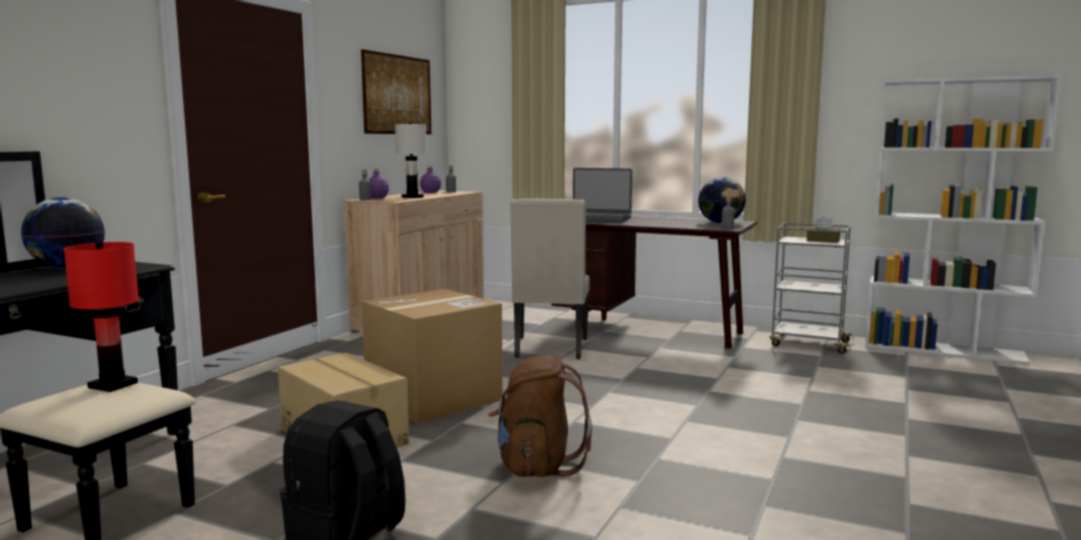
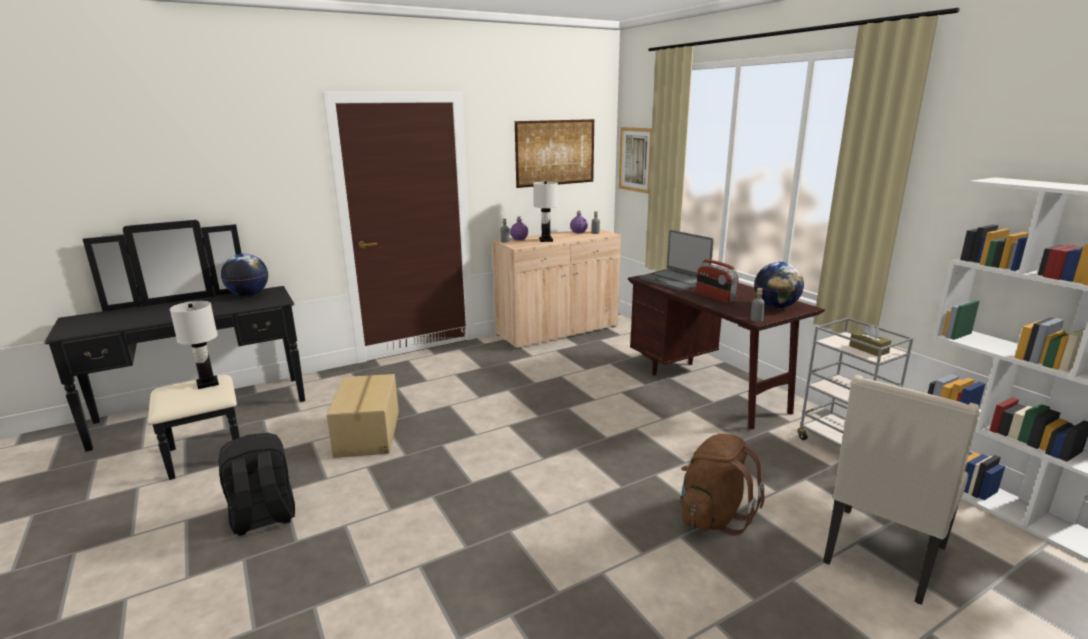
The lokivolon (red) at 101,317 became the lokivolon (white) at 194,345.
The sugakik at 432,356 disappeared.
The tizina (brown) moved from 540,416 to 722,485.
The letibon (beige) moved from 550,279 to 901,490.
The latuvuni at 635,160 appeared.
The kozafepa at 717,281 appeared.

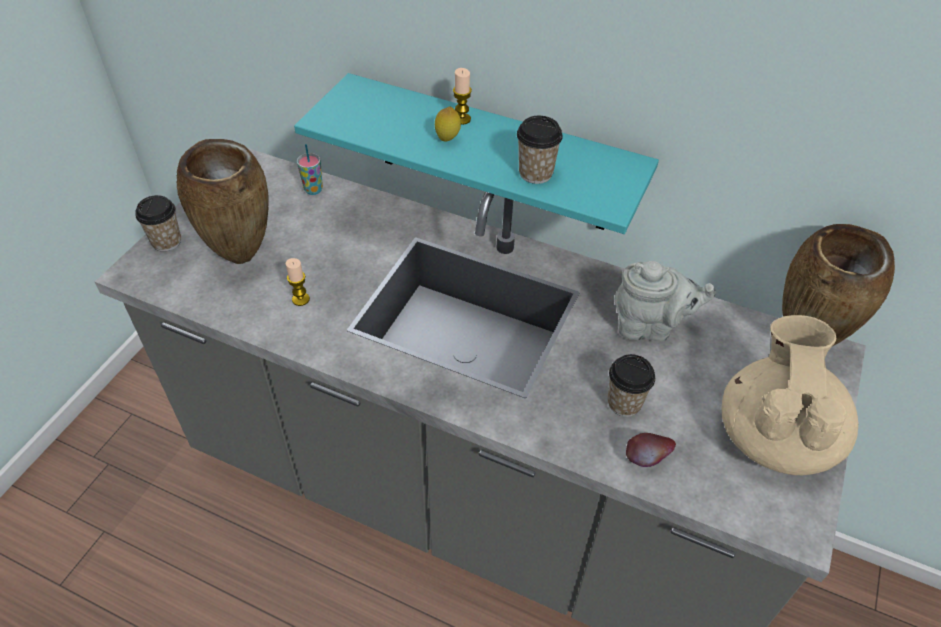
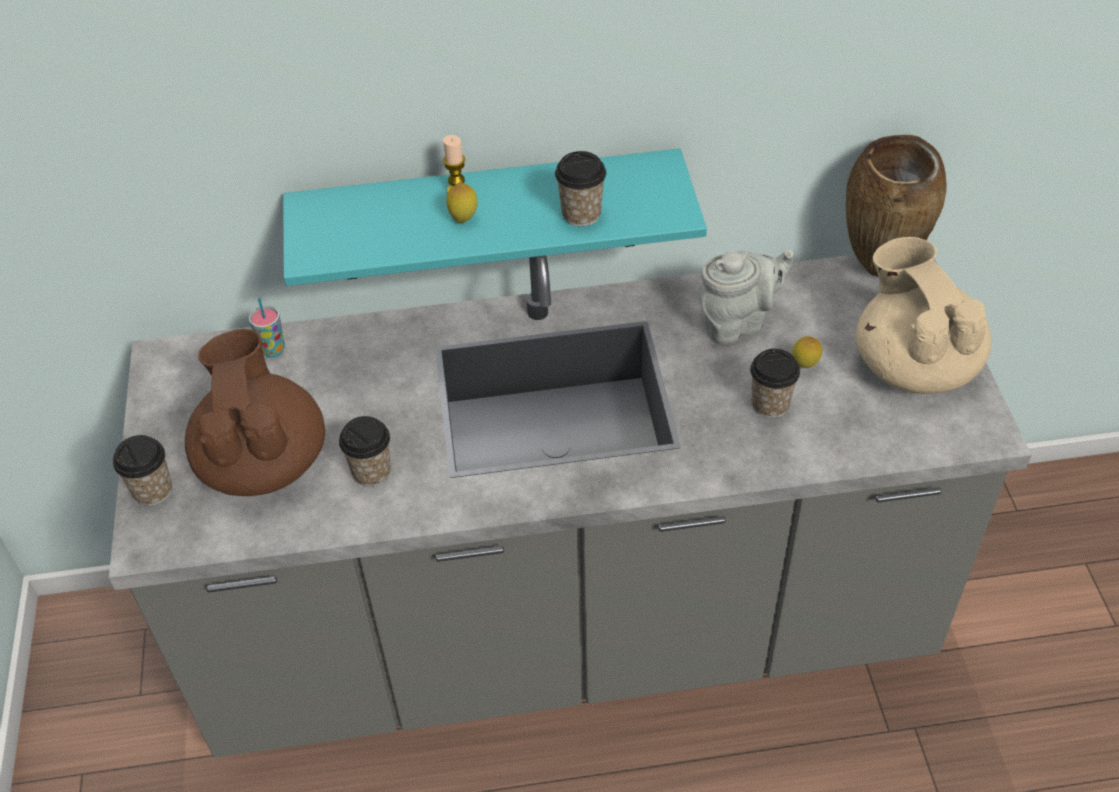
The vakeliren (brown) at 222,201 was replaced by the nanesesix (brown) at 255,412.
The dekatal at 298,282 was replaced by the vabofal at 365,451.
The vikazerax at 651,450 disappeared.
The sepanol at 807,352 appeared.

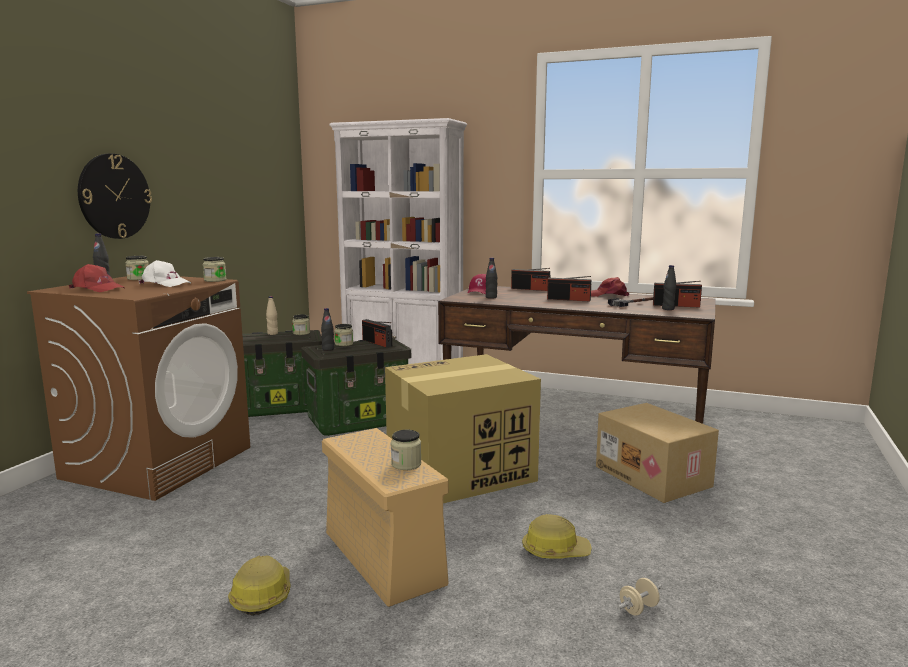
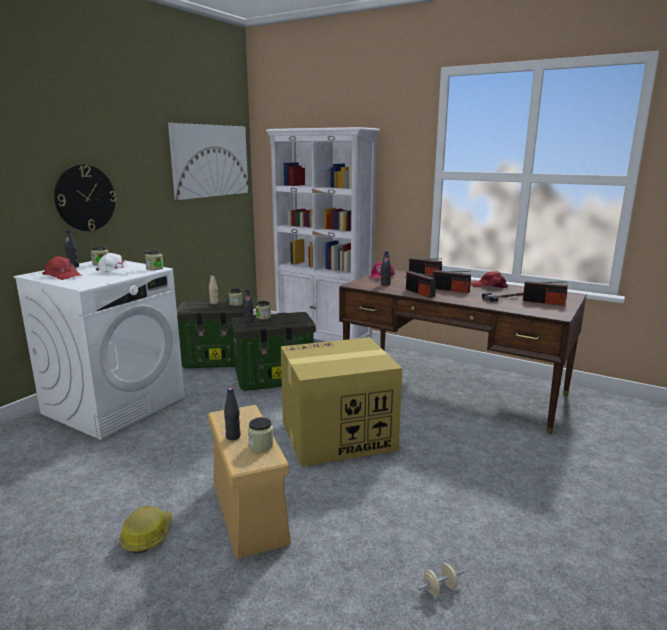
The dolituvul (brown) at 138,388 became the dolituvul (white) at 99,350.
The kozafepa moved from 377,333 to 421,284.
The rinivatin at 557,536 disappeared.
The sugakik at 657,453 disappeared.
The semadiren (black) moved from 669,287 to 232,414.
The latuvuni at 208,161 appeared.

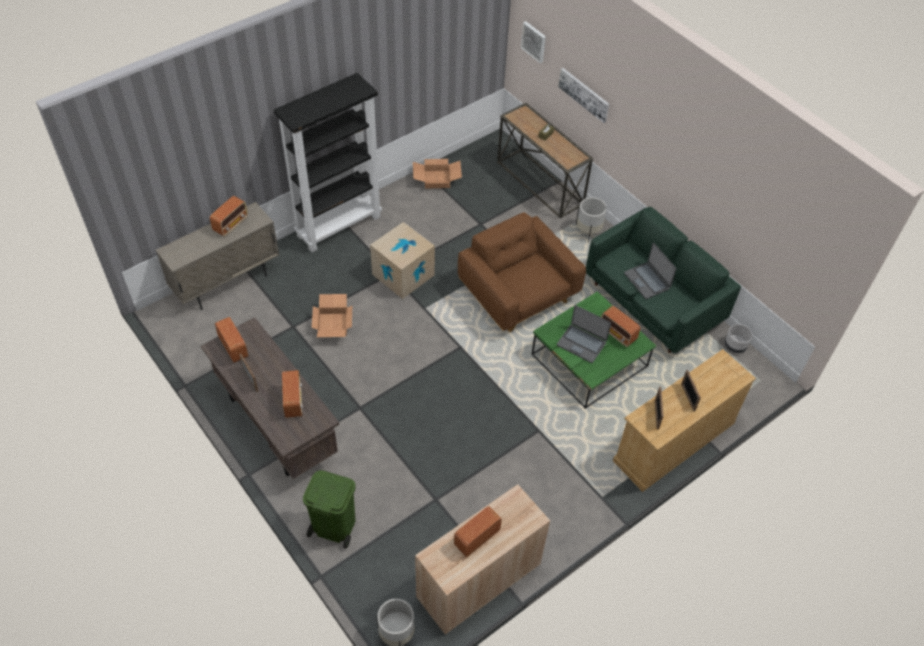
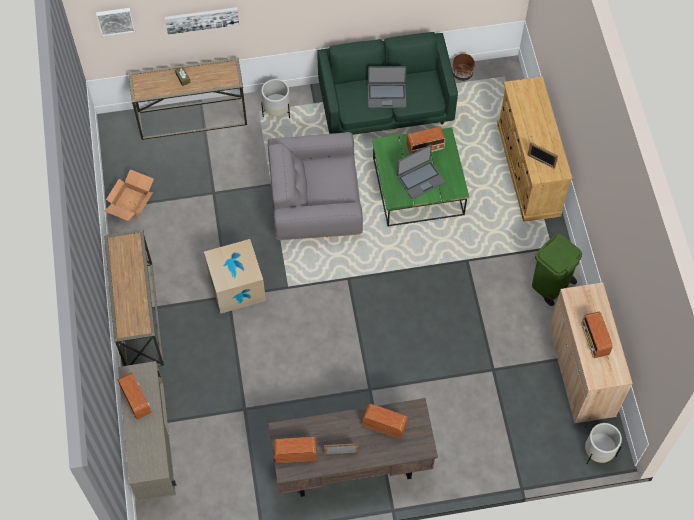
The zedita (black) at 328,162 was replaced by the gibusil at 134,297.
The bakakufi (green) moved from 329,509 to 557,270.
The sugakik at 332,315 disappeared.
The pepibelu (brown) at 522,272 became the pepibelu (grey) at 315,186.
The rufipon at 691,390 disappeared.
The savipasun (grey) at 738,338 became the savipasun (brown) at 463,67.

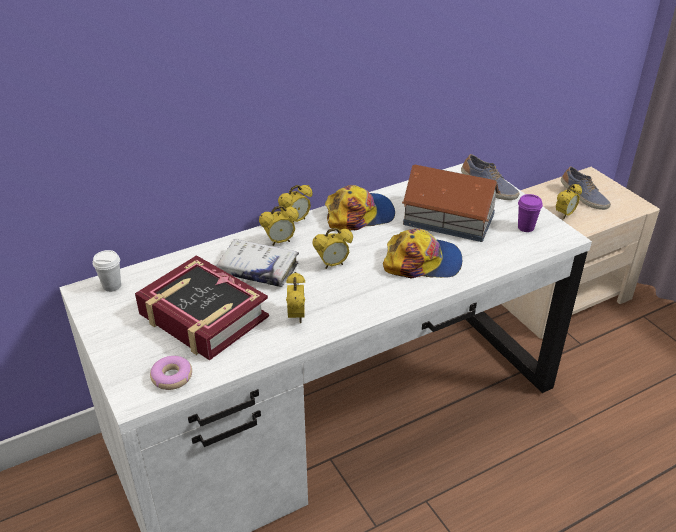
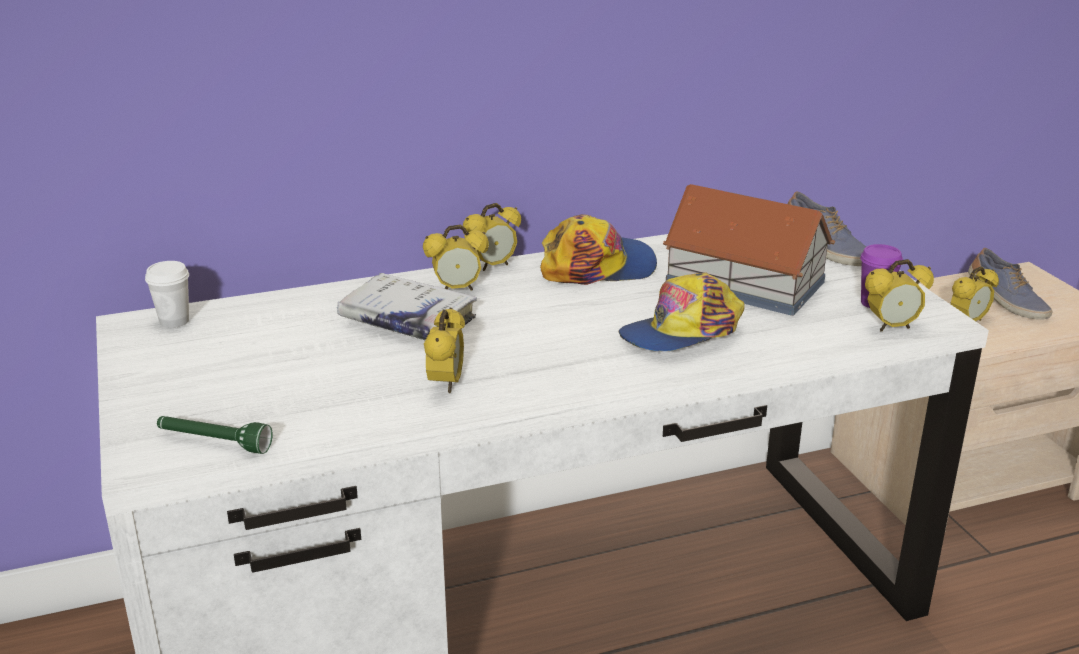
The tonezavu at 202,307 disappeared.
The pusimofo at 171,373 was replaced by the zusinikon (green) at 215,435.
The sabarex moved from 332,248 to 899,295.
The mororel at 422,253 turned 135 degrees clockwise.

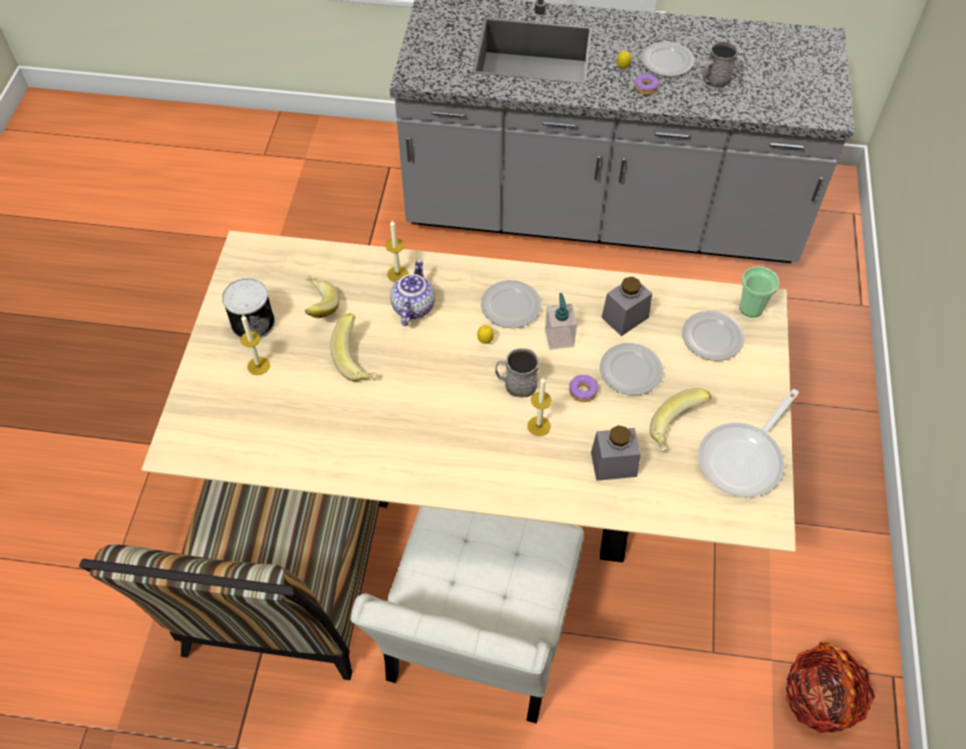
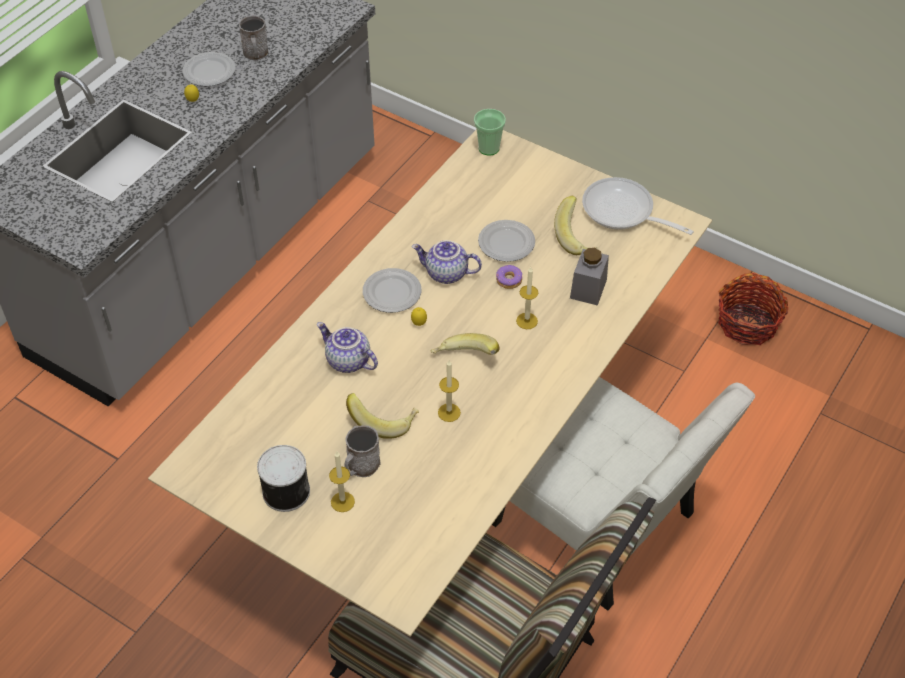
The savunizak moved from 322,296 to 465,344.
The dekatal moved from 397,251 to 449,391.
The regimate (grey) moved from 517,372 to 362,451.
The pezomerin at 561,321 was replaced by the nanesesix at 447,262.
The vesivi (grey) at 626,306 disappeared.
The pusimofo at 646,84 disappeared.
The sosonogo at 713,336 disappeared.
The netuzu at 748,443 turned 150 degrees clockwise.

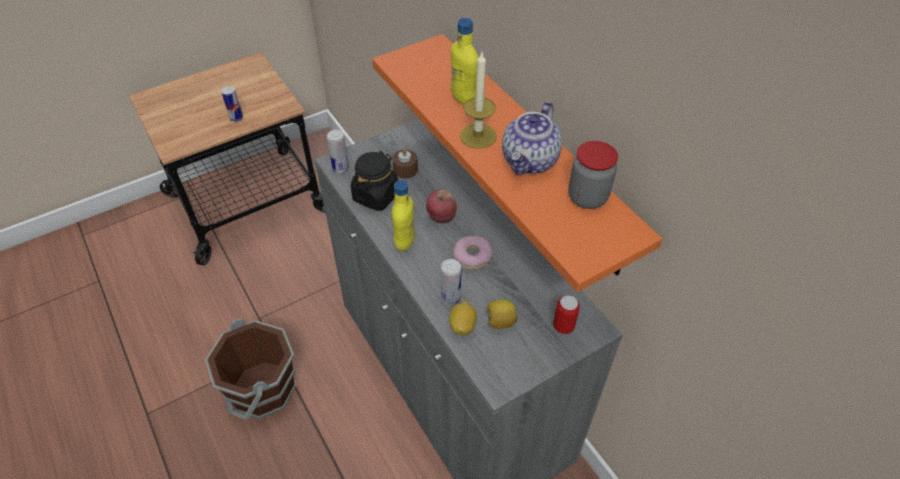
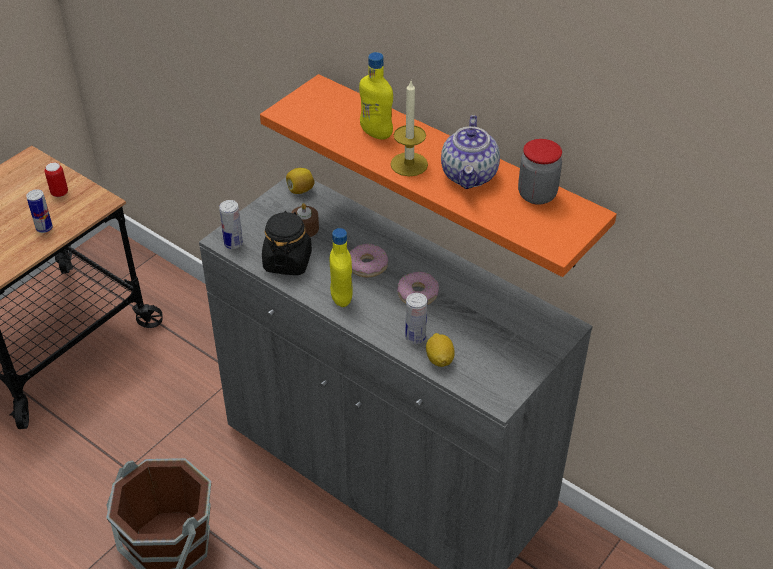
The vikazerax at 441,206 was replaced by the pusimofo at 368,260.
The sepanol moved from 502,314 to 300,181.
The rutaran moved from 566,314 to 56,180.

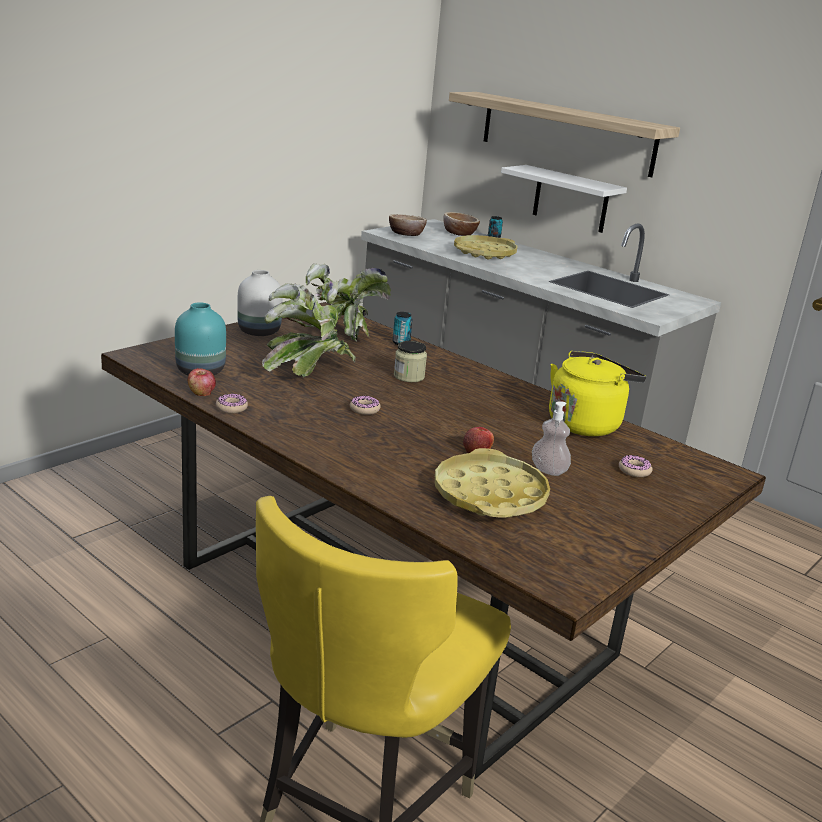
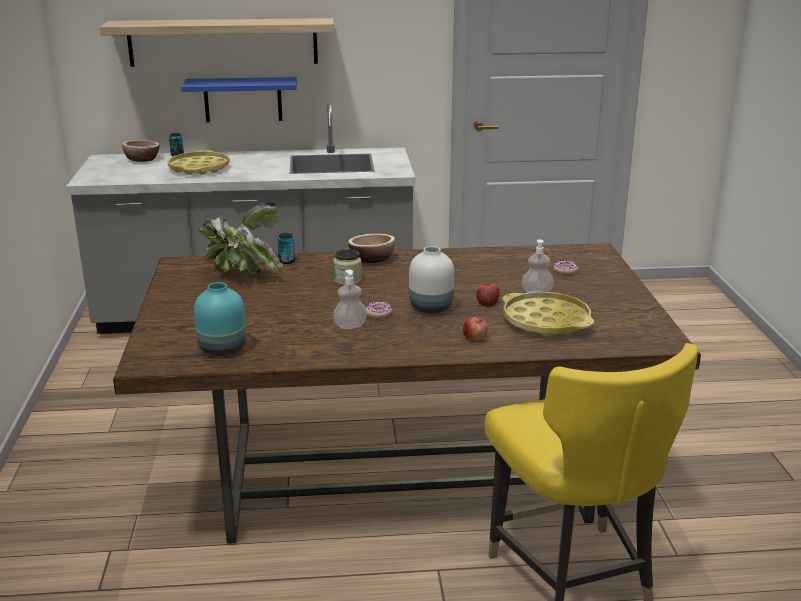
The vikazerax moved from 202,382 to 475,329.
The pusimofo at 232,403 disappeared.
The vakeliren (white) moved from 260,303 to 431,279.
The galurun at 309,330 disappeared.
The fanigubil moved from 408,225 to 371,248.
The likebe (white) at 564,199 became the likebe (blue) at 239,99.
The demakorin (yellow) at 597,393 disappeared.
The pezomerin at 350,299 appeared.

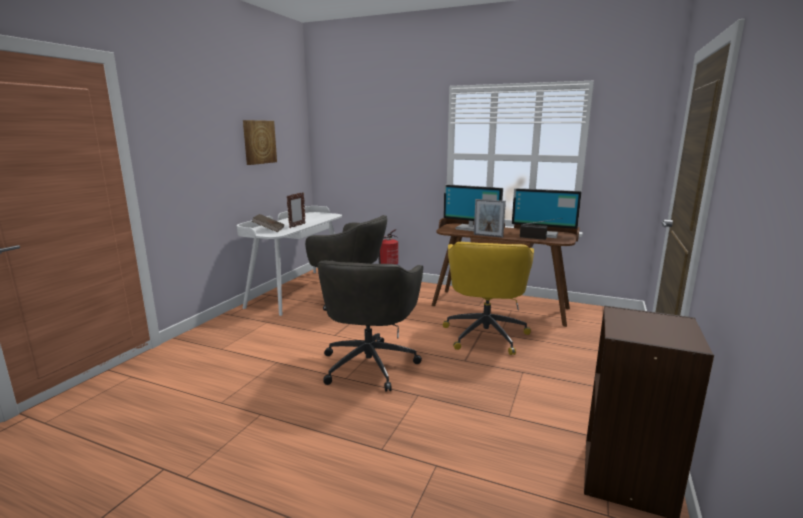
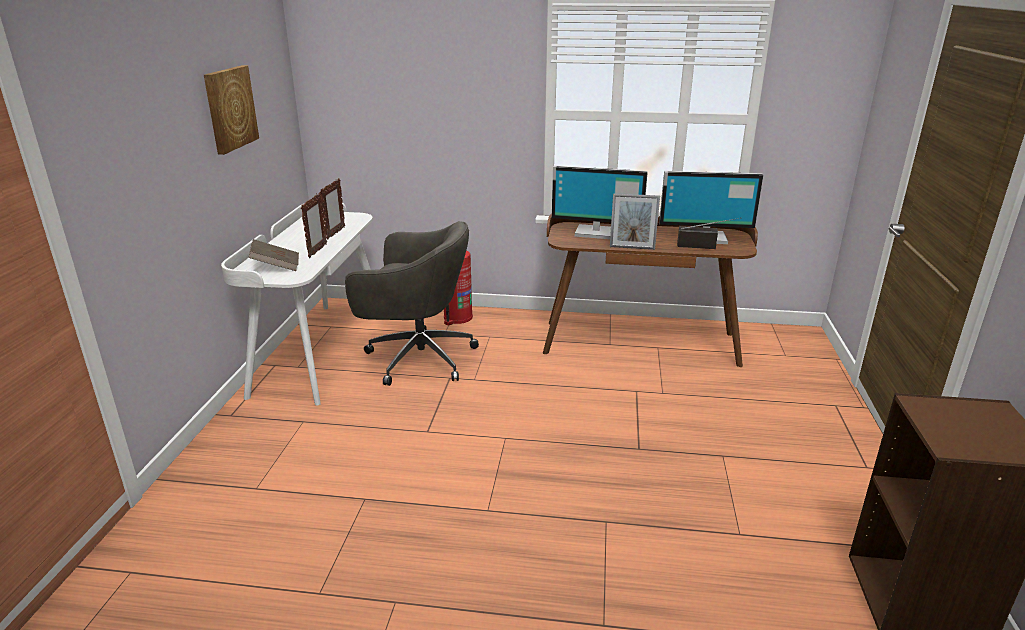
The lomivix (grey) at 370,326 disappeared.
The lomivix (yellow) at 488,298 disappeared.
The rufipon at 332,209 appeared.

